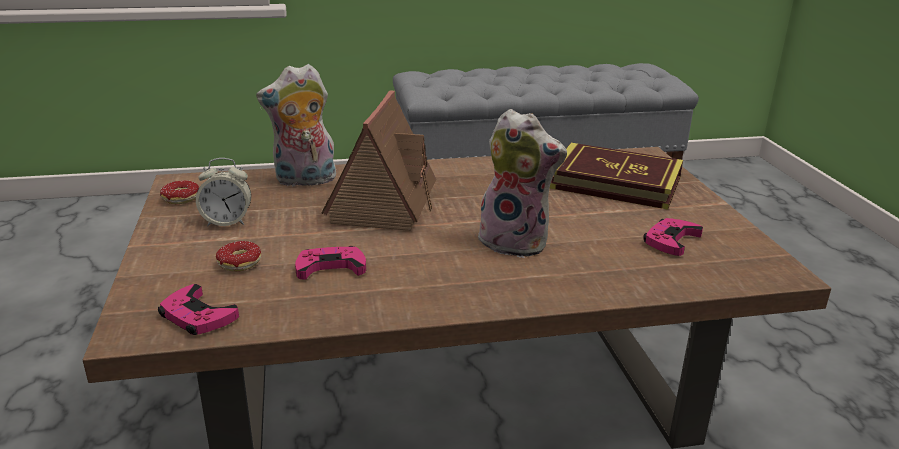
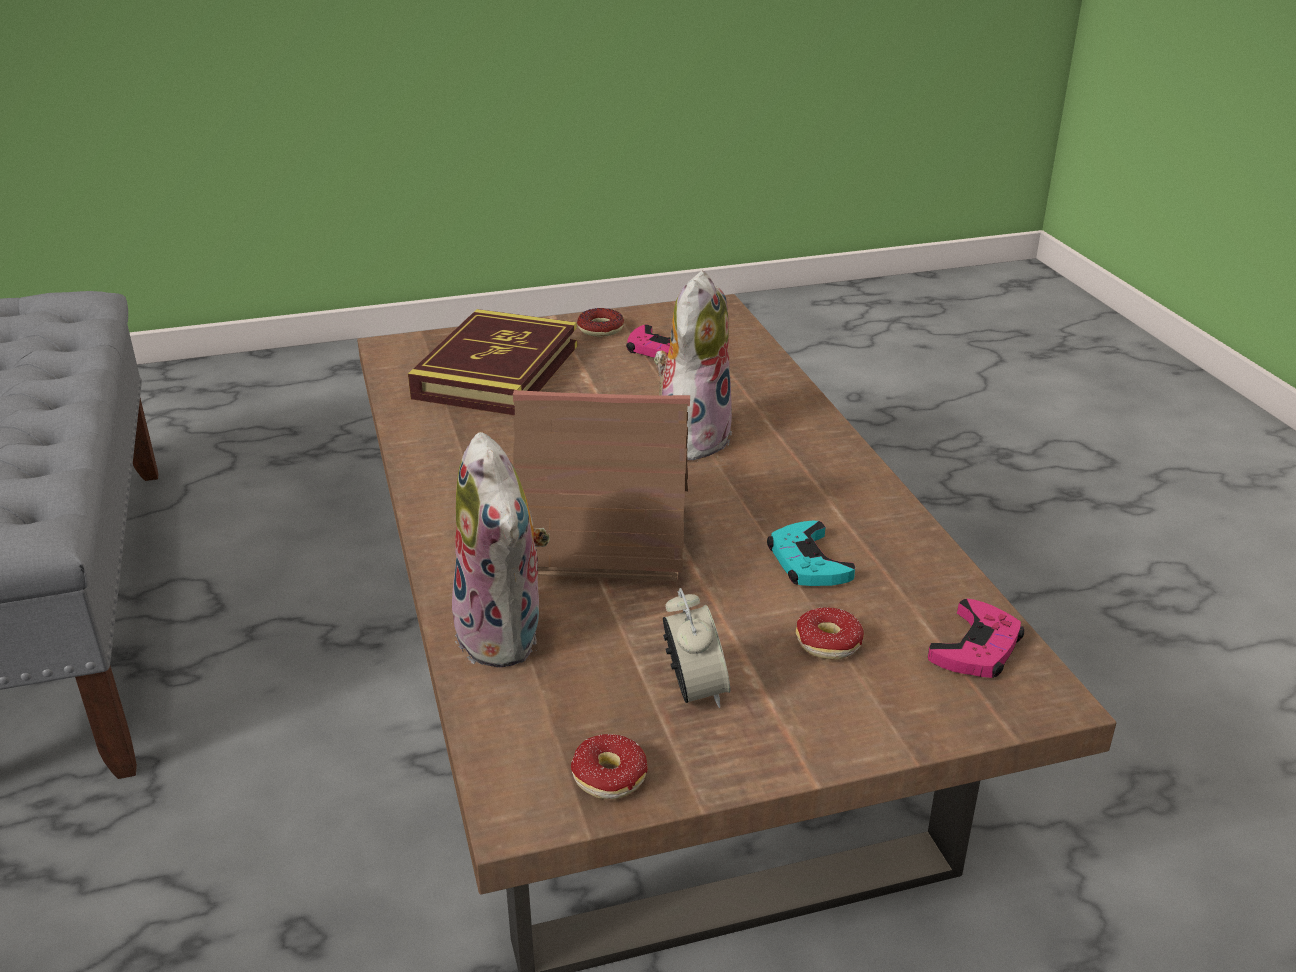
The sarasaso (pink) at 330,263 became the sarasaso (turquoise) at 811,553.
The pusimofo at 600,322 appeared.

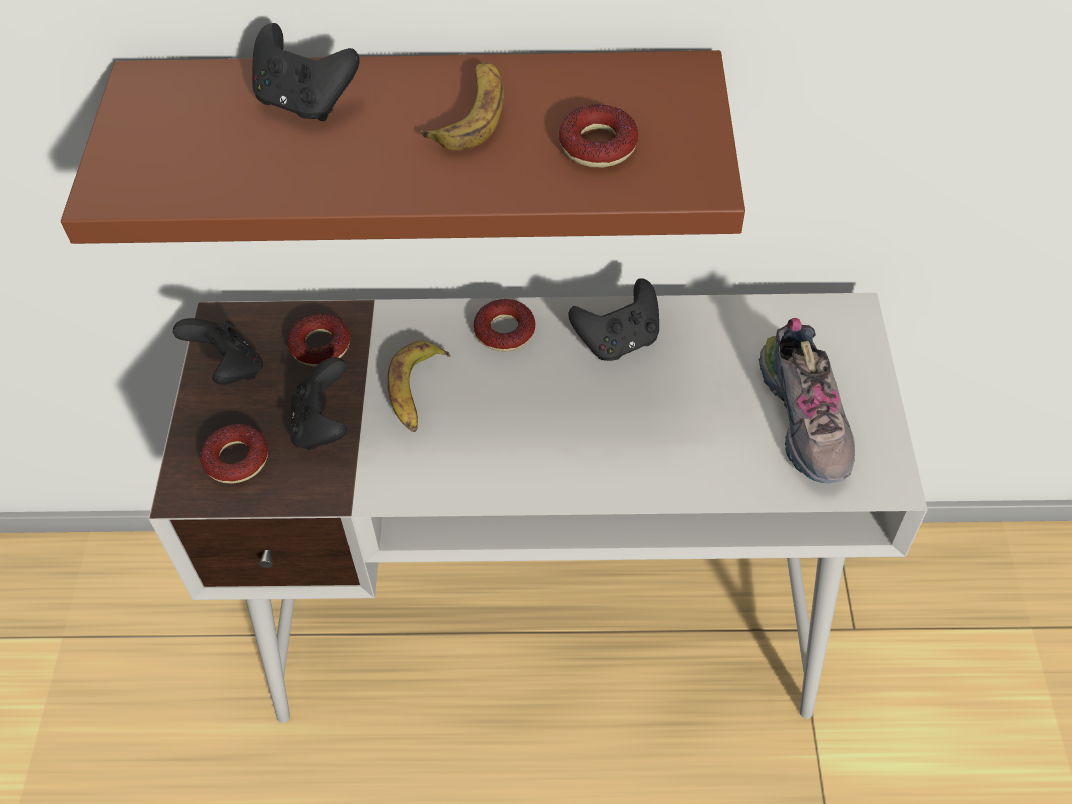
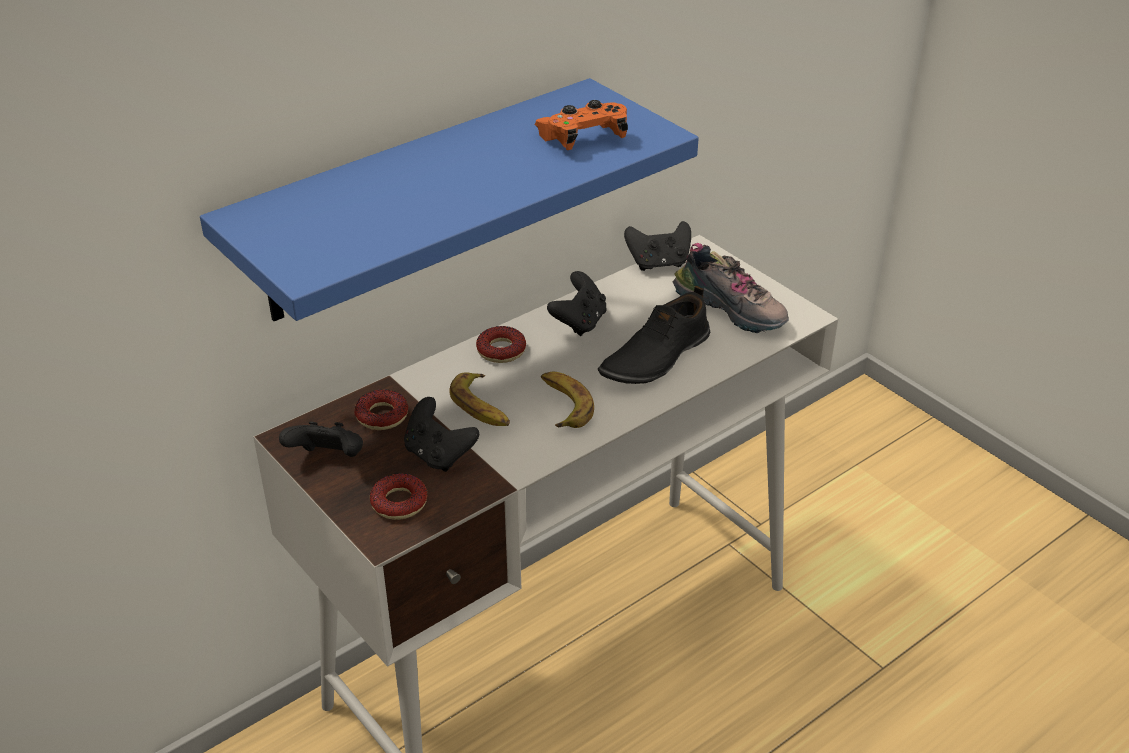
The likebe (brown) at 403,147 became the likebe (blue) at 449,199.
The sarasaso (black) moved from 306,72 to 657,246.
The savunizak moved from 462,107 to 567,400.
The pusimofo at 598,136 was replaced by the sarasaso (orange) at 581,125.
The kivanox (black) at 654,335 appeared.

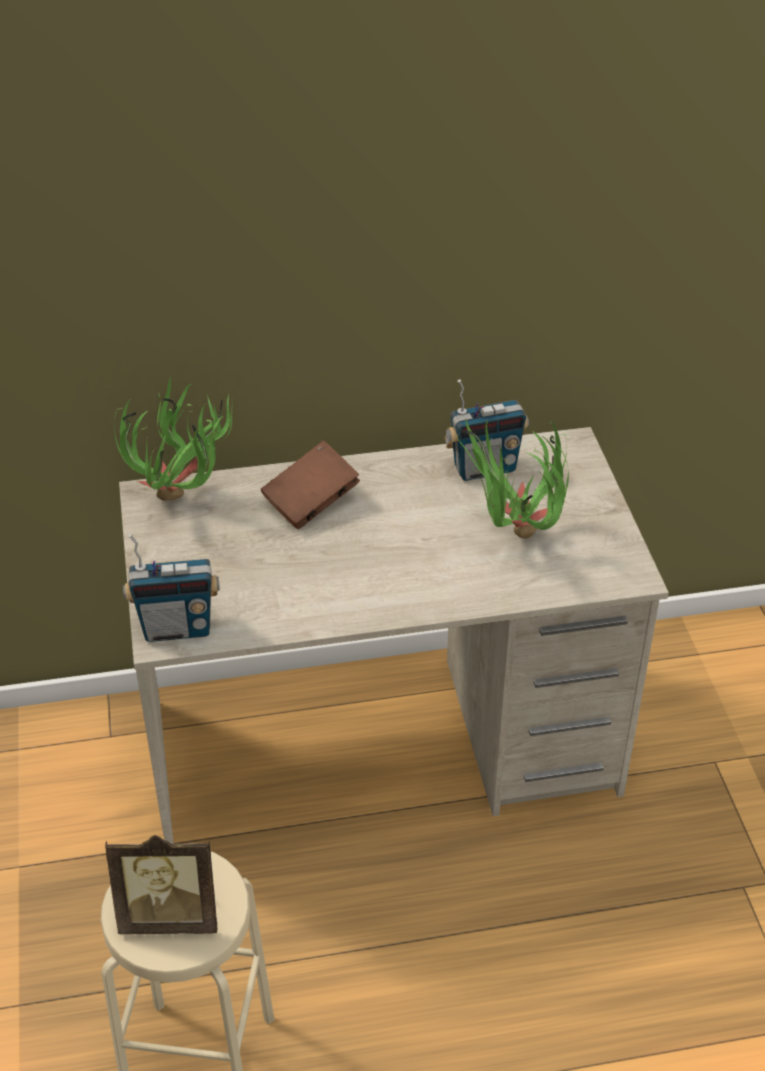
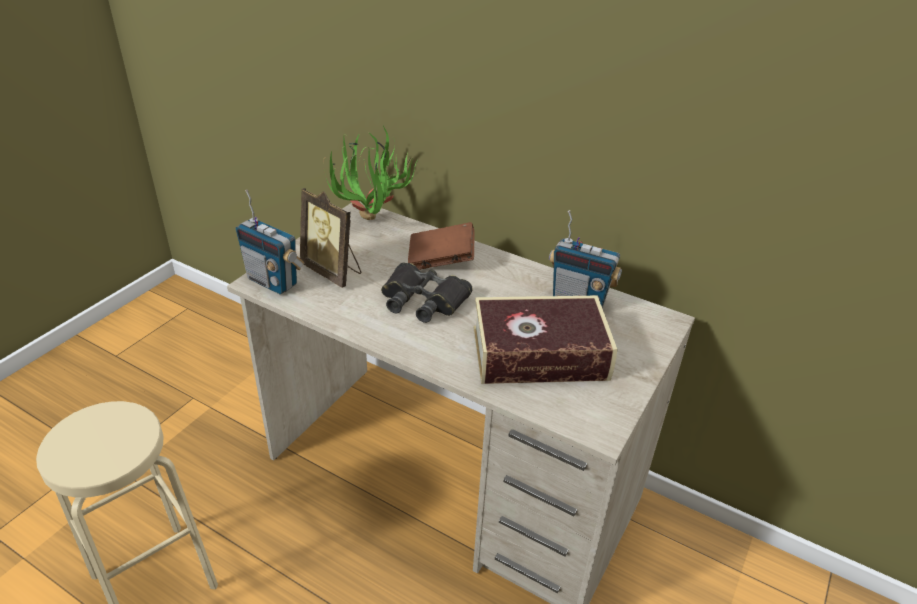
The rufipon moved from 161,884 to 330,238.
The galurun at 512,478 was replaced by the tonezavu at 546,340.
The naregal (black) at 427,293 appeared.

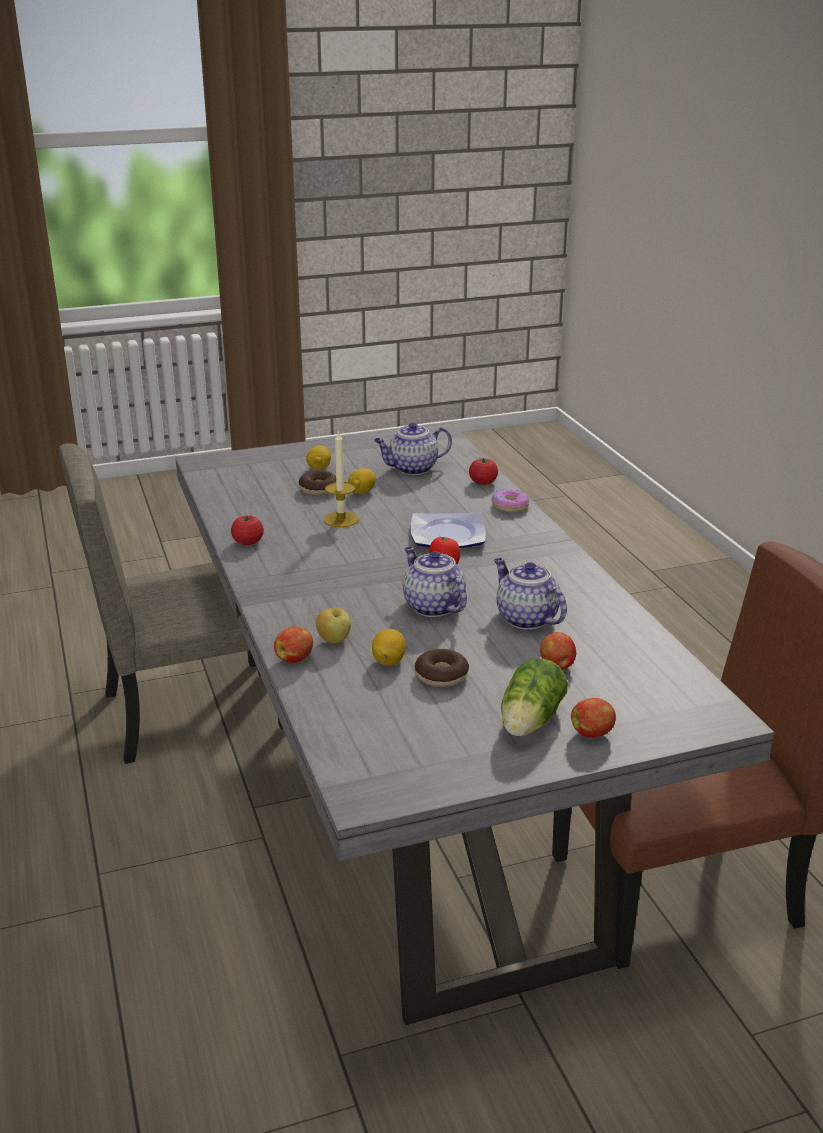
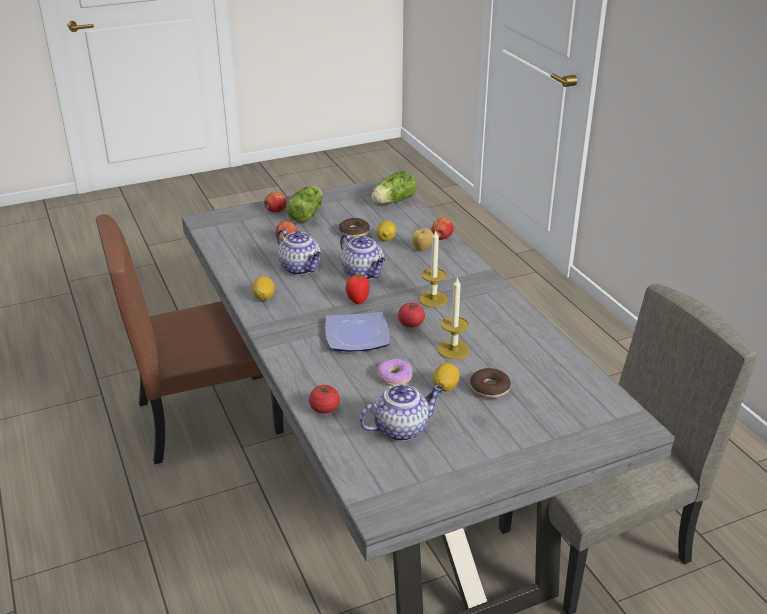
The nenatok moved from 247,530 to 411,315.
The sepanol moved from 318,458 to 263,288.
The pusimofo moved from 510,500 to 395,372.
The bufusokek at 394,187 appeared.
The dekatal at 433,268 appeared.

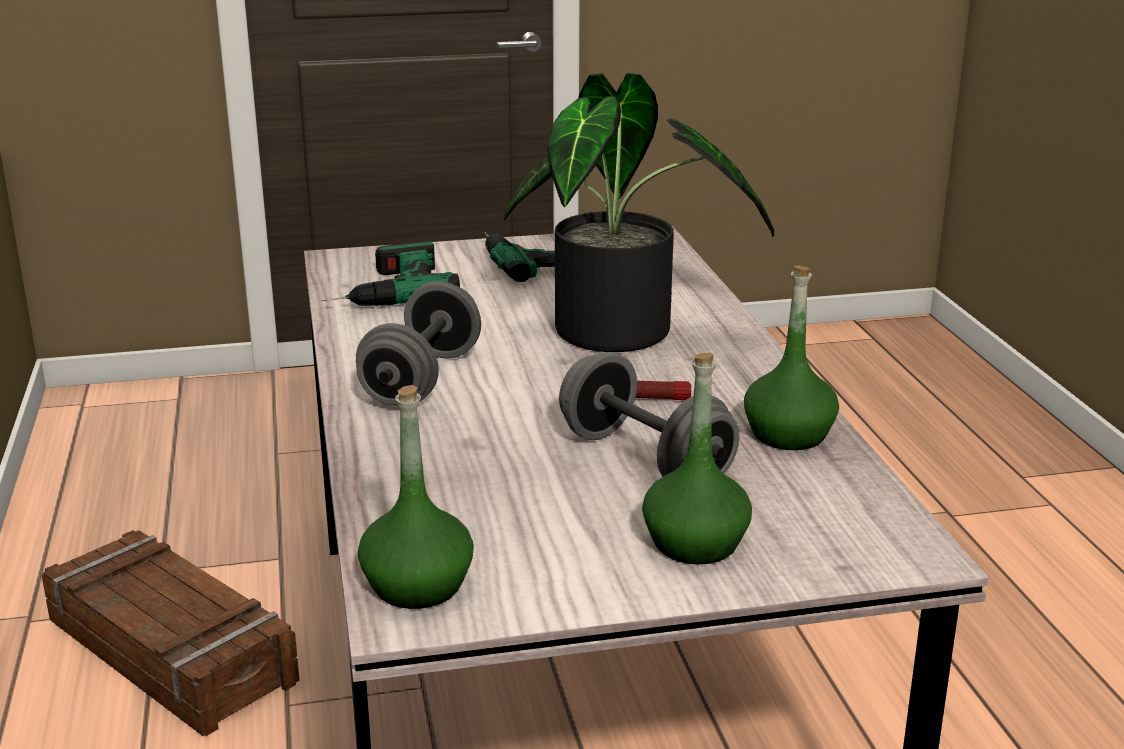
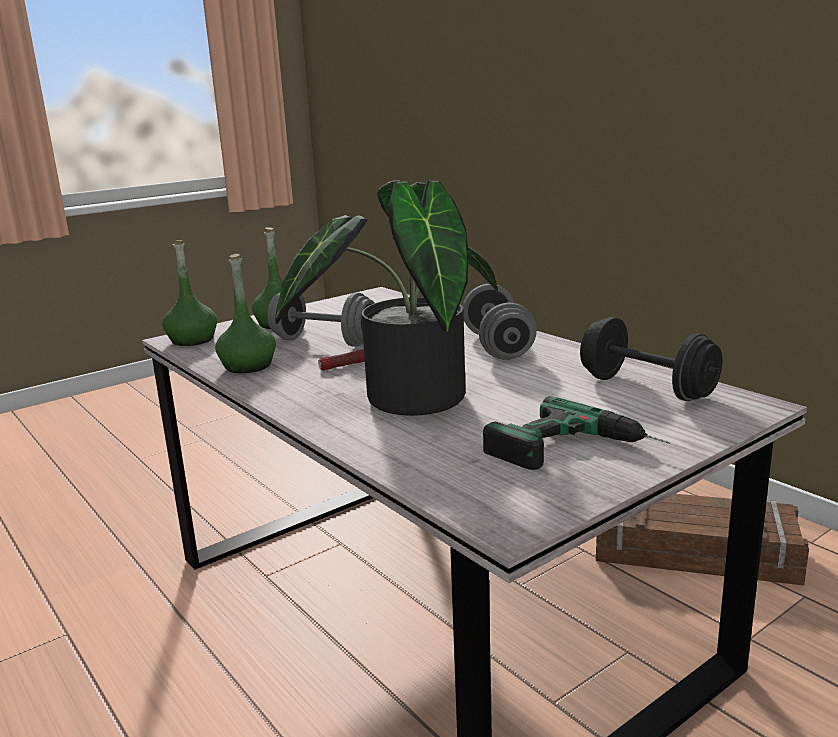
The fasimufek at 390,273 was replaced by the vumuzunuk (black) at 651,359.
The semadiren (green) moved from 416,497 to 189,293.

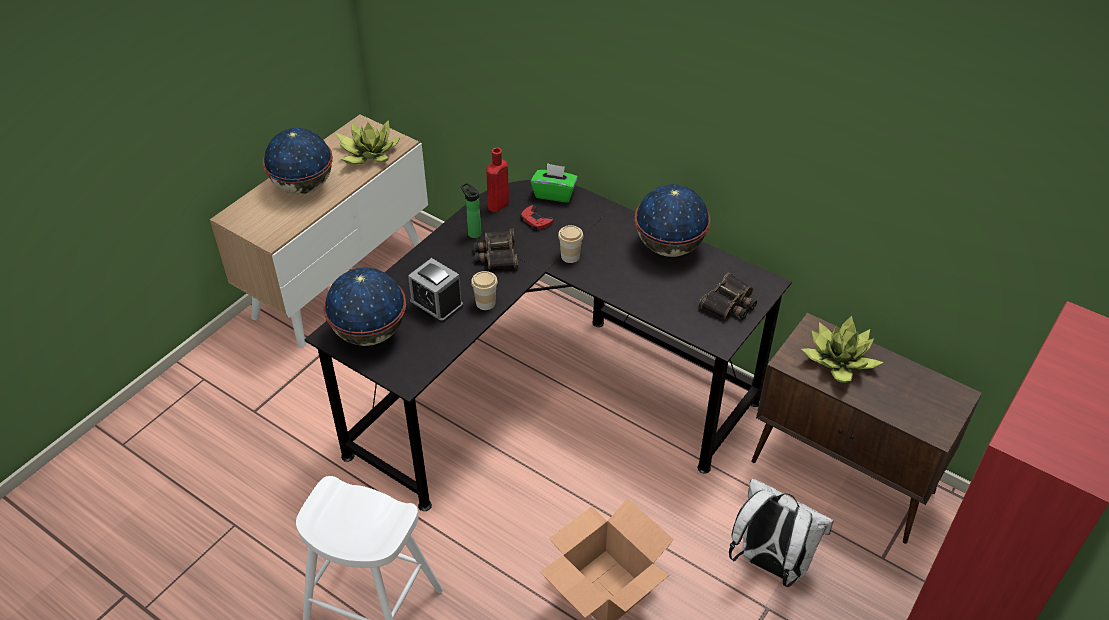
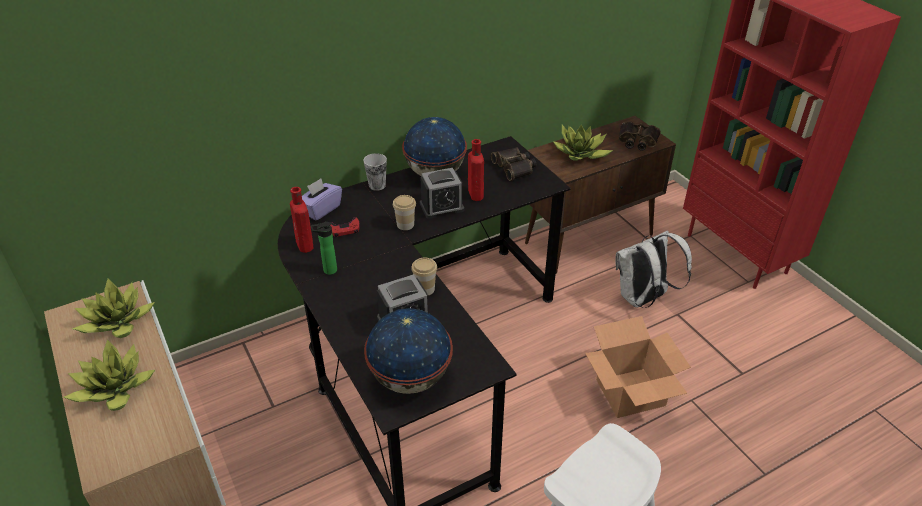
The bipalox at 298,161 was replaced by the galurun at 109,375.
The naregal moved from 496,249 to 640,136.
The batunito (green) at 554,183 became the batunito (purple) at 322,199.
The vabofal at 375,172 appeared.
The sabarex at 442,193 appeared.
The semadiren (red) at 476,170 appeared.

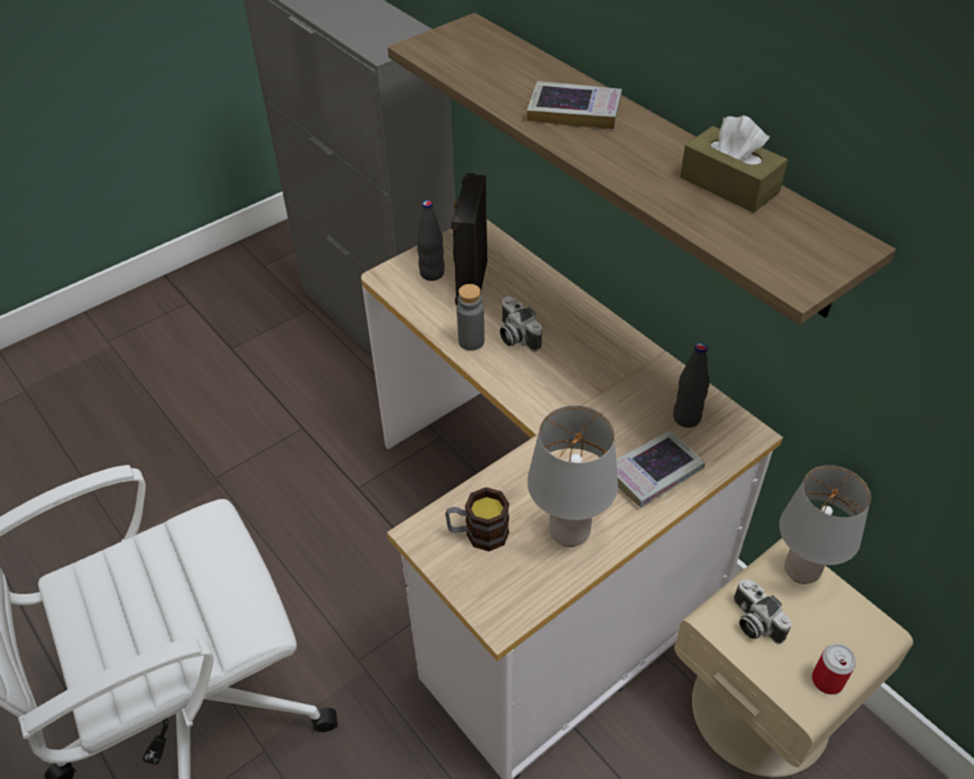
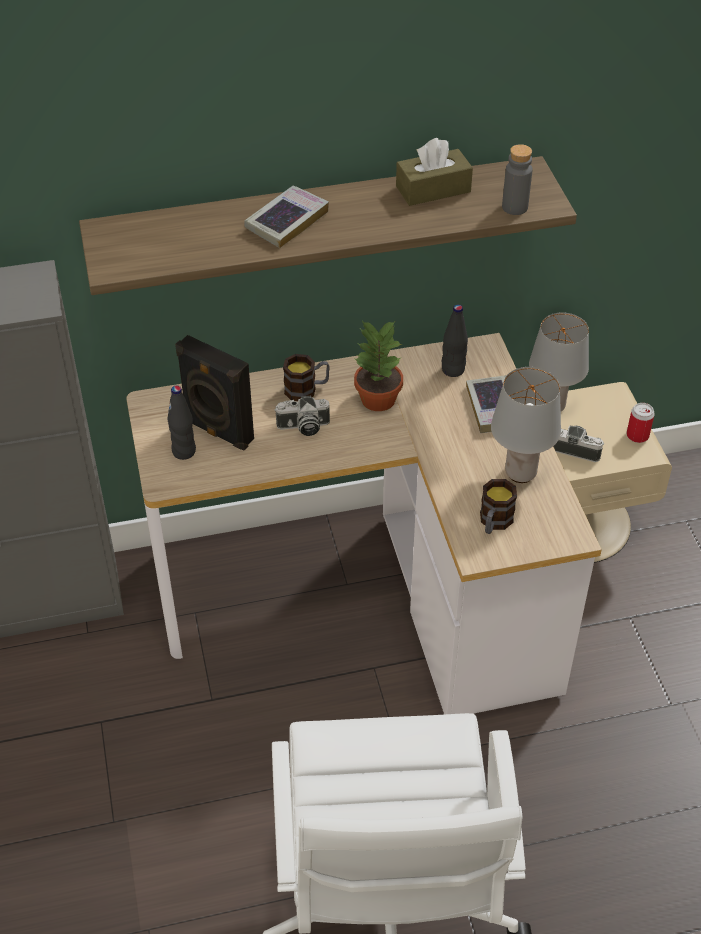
The semadiren (grey) moved from 471,317 to 517,179.
The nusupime at 762,611 turned 150 degrees counterclockwise.
The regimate at 306,377 appeared.
The galurun at 378,366 appeared.

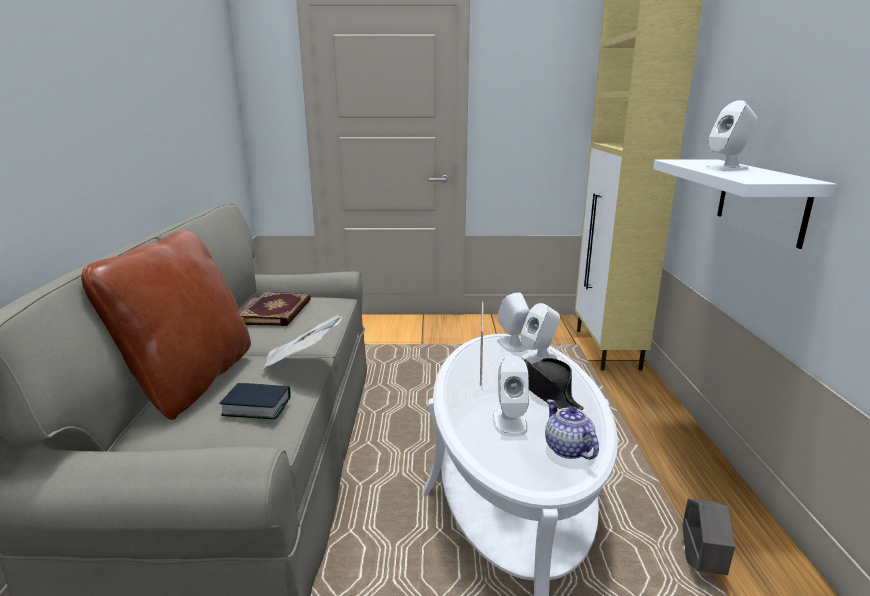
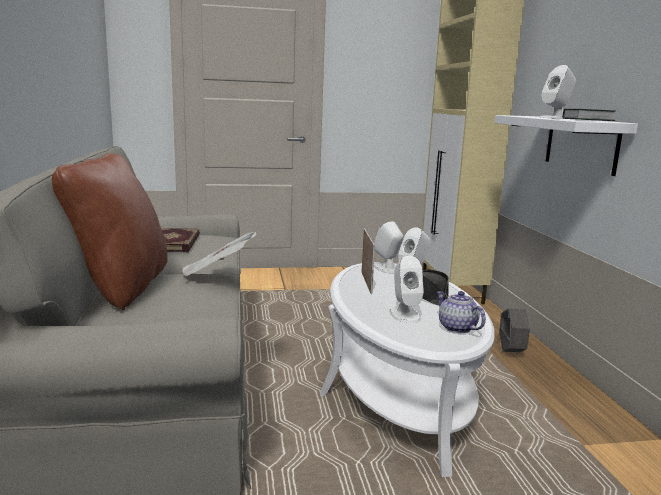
The tonezavu moved from 255,401 to 589,115.
The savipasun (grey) moved from 708,537 to 514,330.

